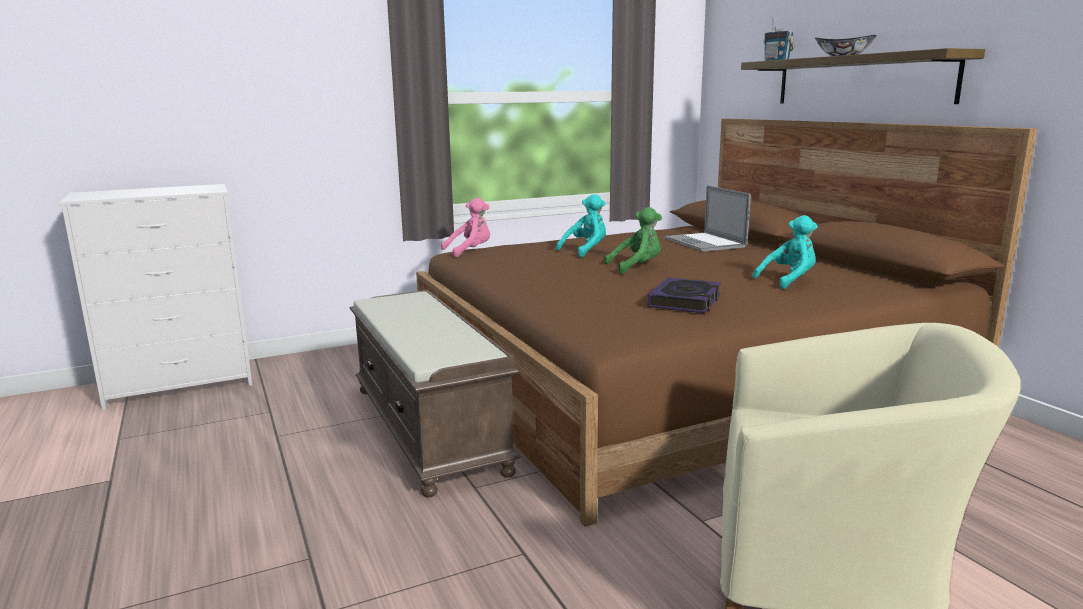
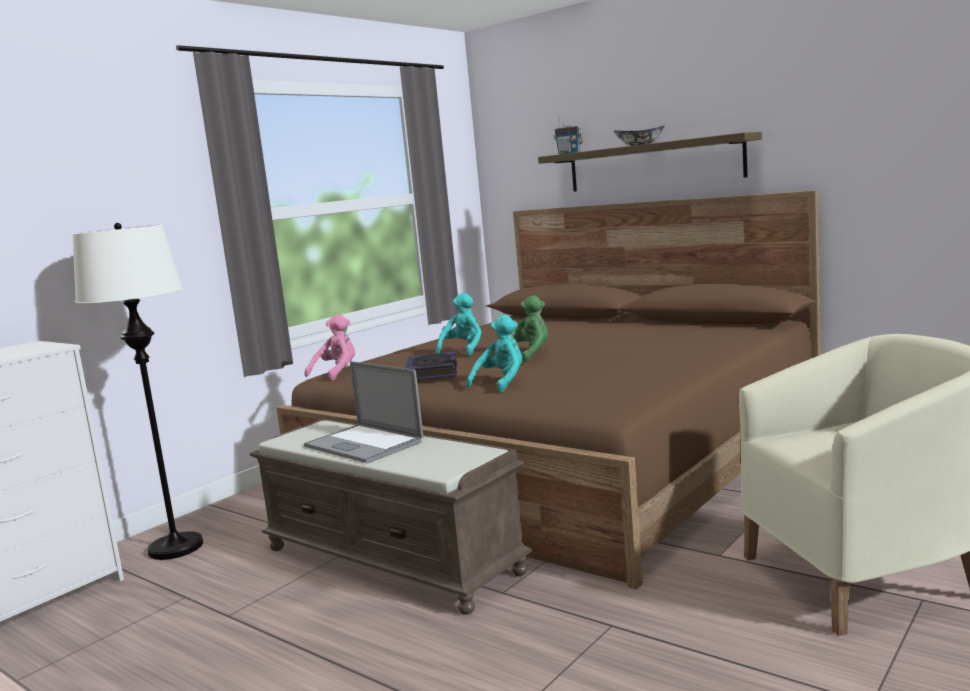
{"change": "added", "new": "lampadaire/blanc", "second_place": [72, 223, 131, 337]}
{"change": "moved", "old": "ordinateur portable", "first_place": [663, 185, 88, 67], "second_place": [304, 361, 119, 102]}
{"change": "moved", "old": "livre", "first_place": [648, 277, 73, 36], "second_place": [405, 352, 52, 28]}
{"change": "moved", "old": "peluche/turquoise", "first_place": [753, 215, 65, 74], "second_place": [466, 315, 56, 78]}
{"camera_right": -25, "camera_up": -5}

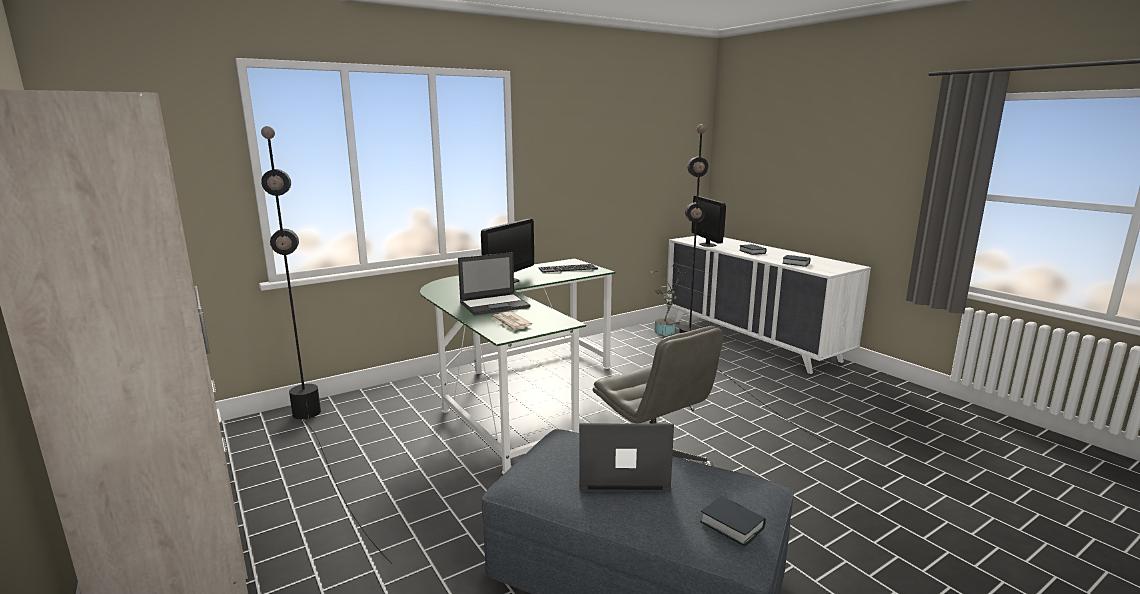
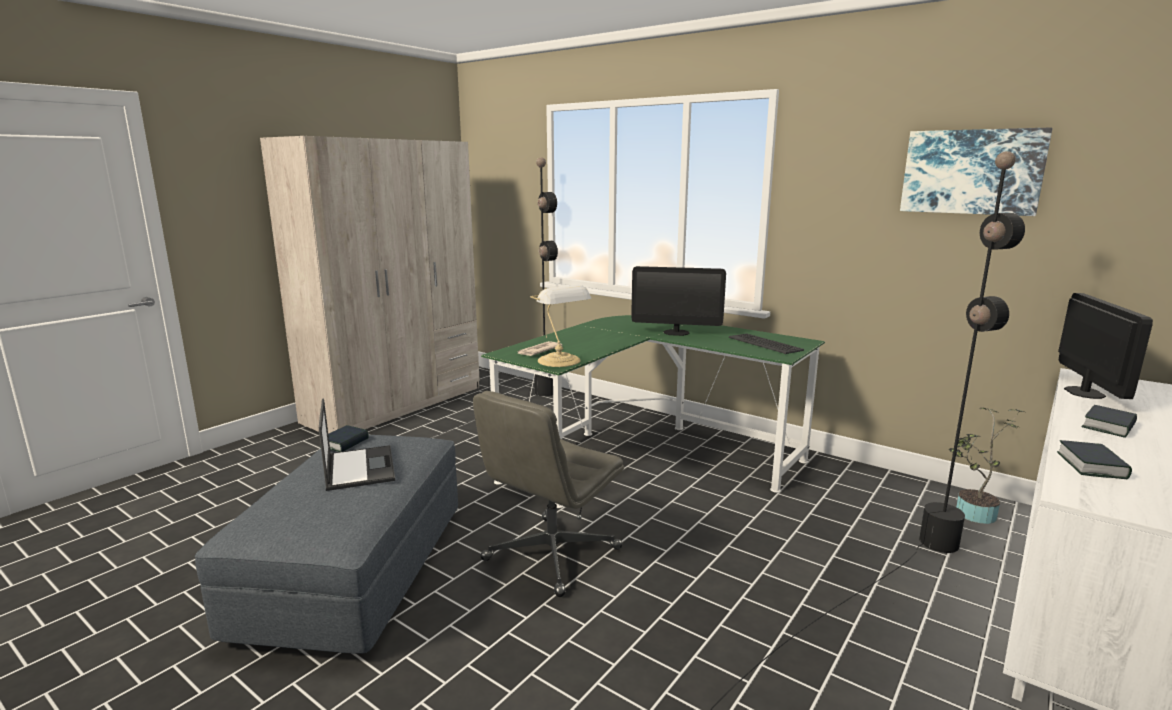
{"change": "moved", "old": "livre", "first_place": [700, 496, 66, 51], "second_place": [320, 425, 49, 27]}
{"change": "added", "new": "lampe de table", "second_place": [530, 285, 61, 82]}
{"change": "added", "new": "tableau", "second_place": [900, 127, 152, 89]}
{"change": "turned", "old": "écran d'ordinateur", "first_place": [692, 196, 34, 51], "second_place": [1058, 293, 95, 106], "degrees": 135}
{"change": "removed", "old": "ordinateur portable", "first_place": [458, 252, 73, 64]}
{"camera_right": 70, "camera_up": 0}

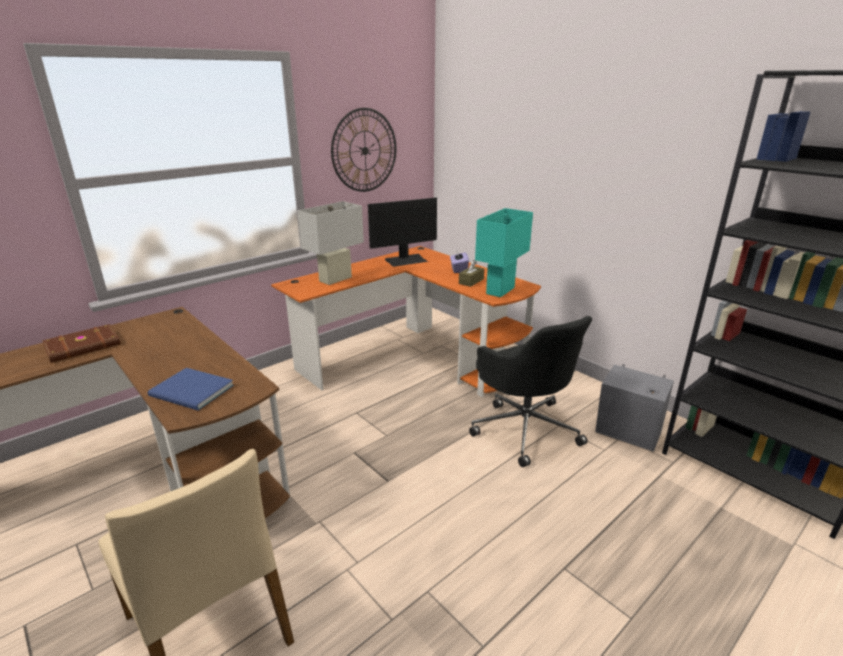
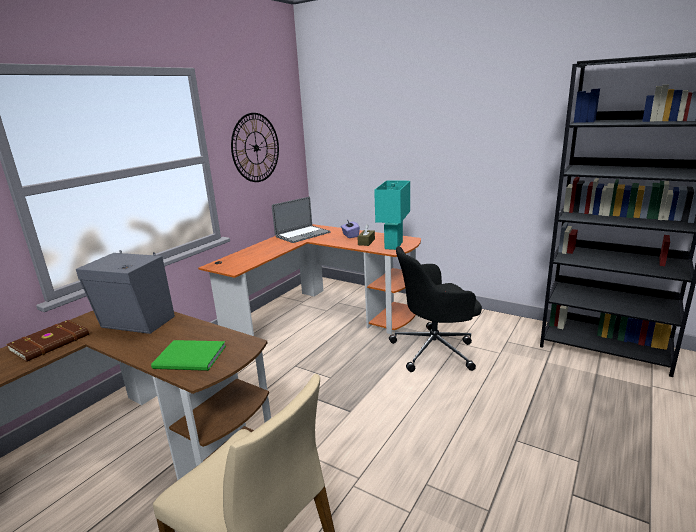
{"change": "moved", "old": "enceinte/gris", "first_place": [595, 364, 79, 88], "second_place": [76, 250, 99, 84]}
{"change": "recoloured", "old": "livre/bleu", "new": "livre/vert", "first_place": [148, 368, 86, 42], "second_place": [151, 340, 75, 31]}
{"change": "replaced", "old": "écran d'ordinateur", "new": "ordinateur portable", "first_place": [368, 198, 69, 69], "second_place": [272, 197, 59, 46]}
{"change": "turned", "old": "chaise de bureau/noir", "first_place": [469, 316, 123, 151], "second_place": [389, 246, 93, 126], "degrees": 120}
{"change": "removed", "old": "lampe de table/blanc", "first_place": [297, 201, 67, 84]}
{"camera_right": -15, "camera_up": -5}

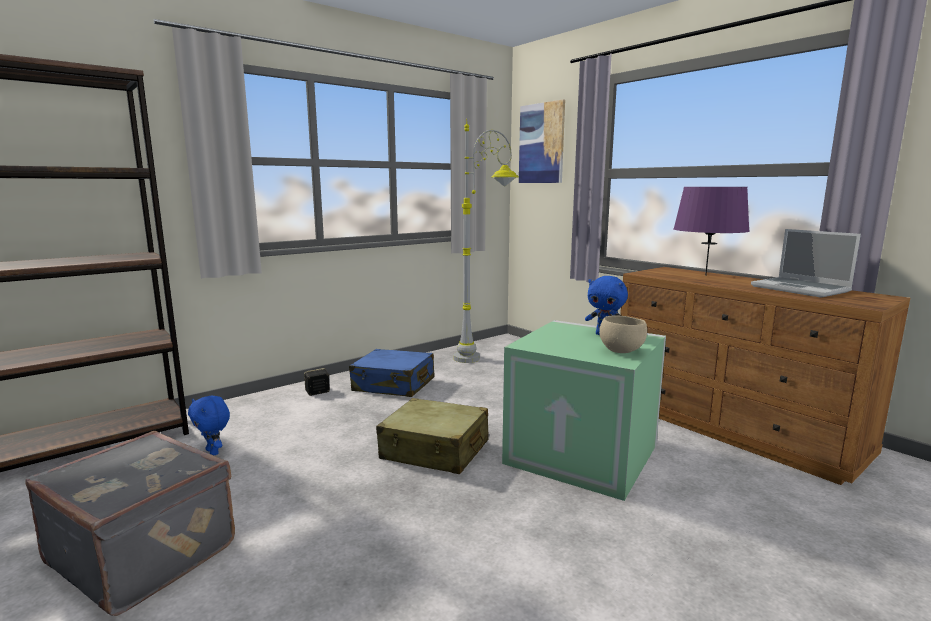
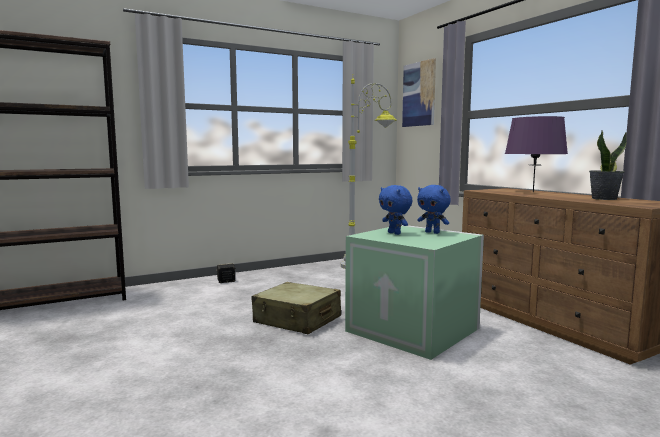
{"change": "moved", "old": "peluche/bleu", "first_place": [188, 396, 42, 59], "second_place": [379, 185, 33, 50]}
{"change": "replaced", "old": "ordinateur portable", "new": "plante en pot", "first_place": [751, 229, 110, 69], "second_place": [589, 131, 38, 69]}
{"change": "removed", "old": "valise/gris", "first_place": [25, 431, 210, 185]}
{"change": "removed", "old": "valise/bleu", "first_place": [349, 349, 85, 48]}
{"change": "removed", "old": "bol/beige", "first_place": [599, 315, 48, 38]}
{"camera_right": 10, "camera_up": -5}

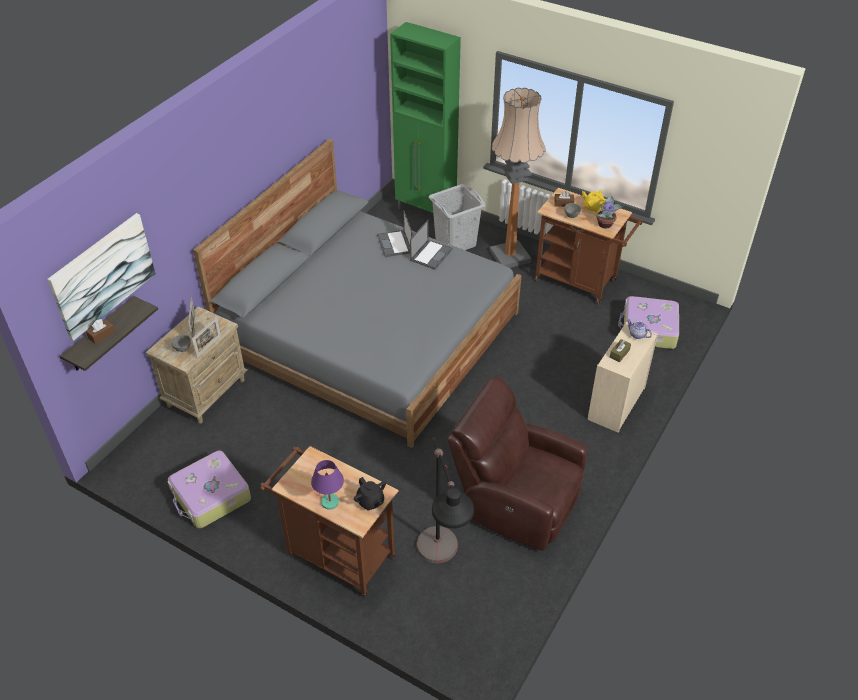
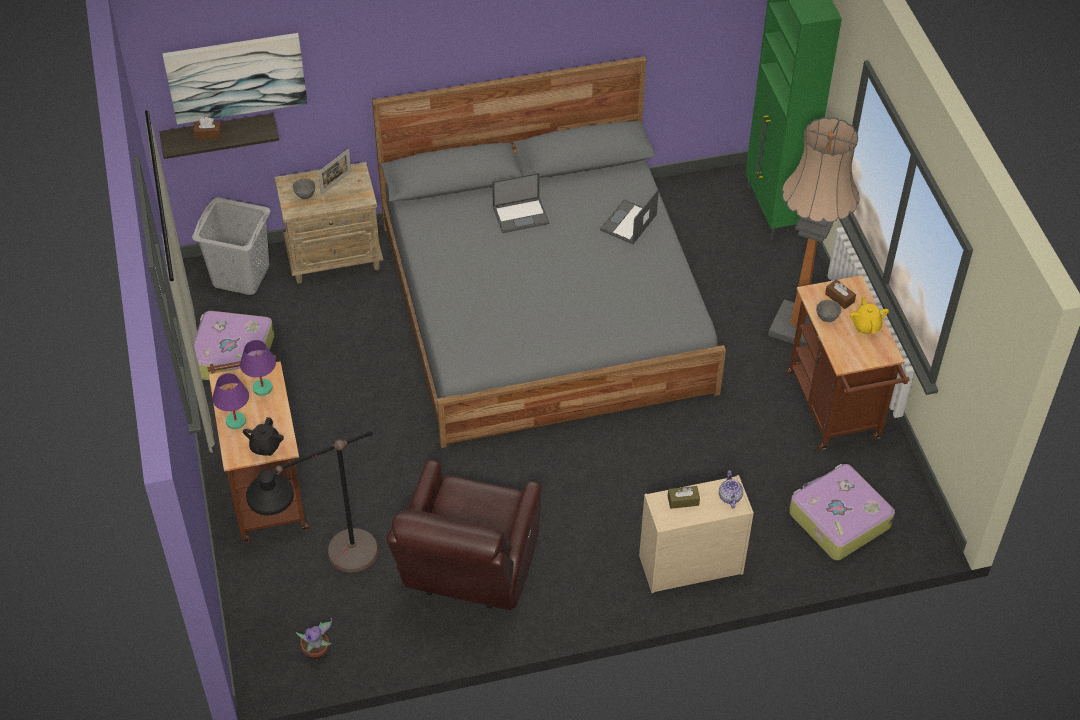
{"change": "moved", "old": "panier à linge/gris", "first_place": [429, 184, 57, 66], "second_place": [192, 197, 78, 98]}
{"change": "added", "new": "lampe de table/violet", "second_place": [240, 340, 36, 56]}
{"change": "moved", "old": "plante en pot", "first_place": [596, 193, 28, 36], "second_place": [296, 618, 36, 41]}
{"change": "turned", "old": "fauteuil/marron", "first_place": [447, 376, 141, 175], "second_place": [386, 460, 155, 150], "degrees": -150}
{"change": "moved", "old": "ordinateur portable", "first_place": [410, 220, 43, 50], "second_place": [492, 173, 57, 60]}
{"change": "removed", "old": "cadre photo", "first_place": [192, 316, 29, 42]}
{"camera_right": 45, "camera_up": 5}

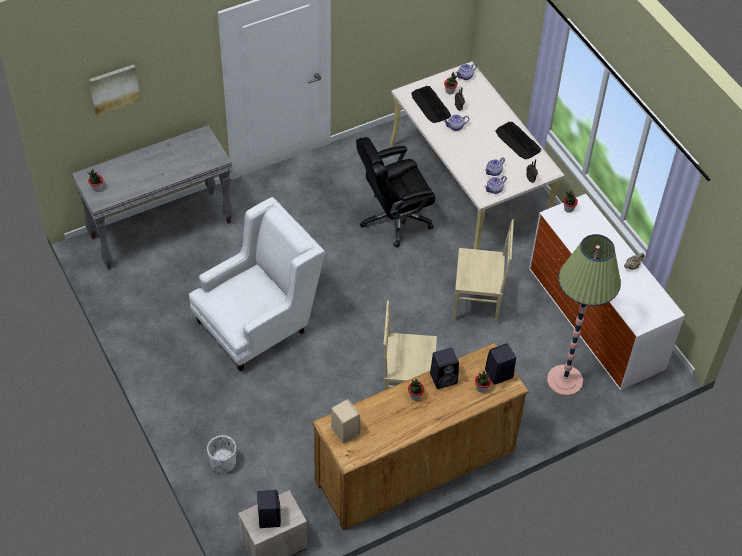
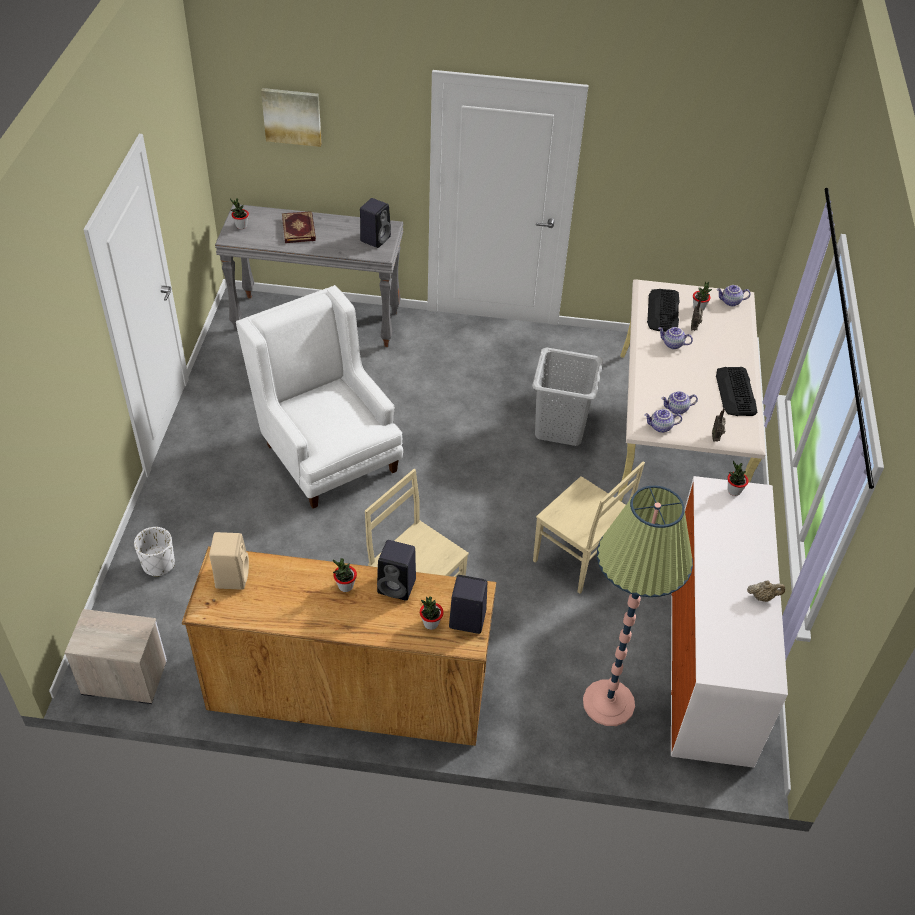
{"change": "turned", "old": "fauteuil/blanc", "first_place": [189, 197, 136, 174], "second_place": [236, 285, 167, 224], "degrees": -120}
{"change": "added", "new": "livre", "second_place": [282, 211, 34, 32]}
{"change": "moved", "old": "enceinte/noir", "first_place": [257, 490, 24, 38], "second_place": [360, 198, 31, 50]}
{"change": "replaced", "old": "chaise de bureau/noir", "new": "panier à linge/gris", "first_place": [356, 137, 79, 111], "second_place": [532, 348, 71, 98]}
{"camera_right": 35, "camera_up": -5}

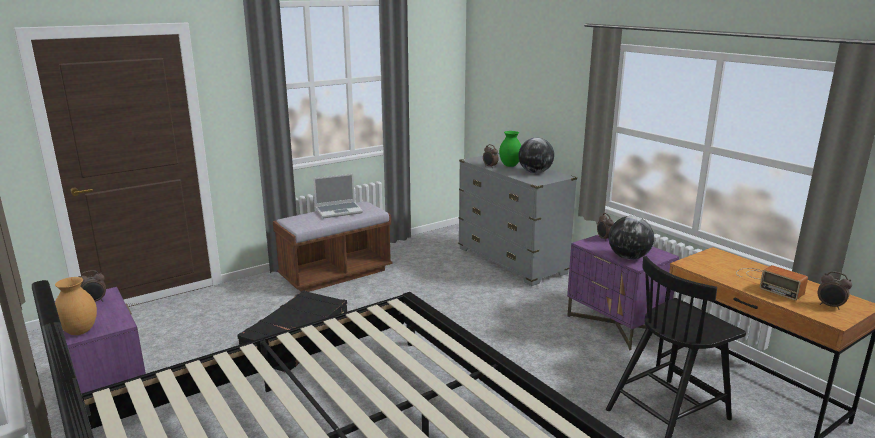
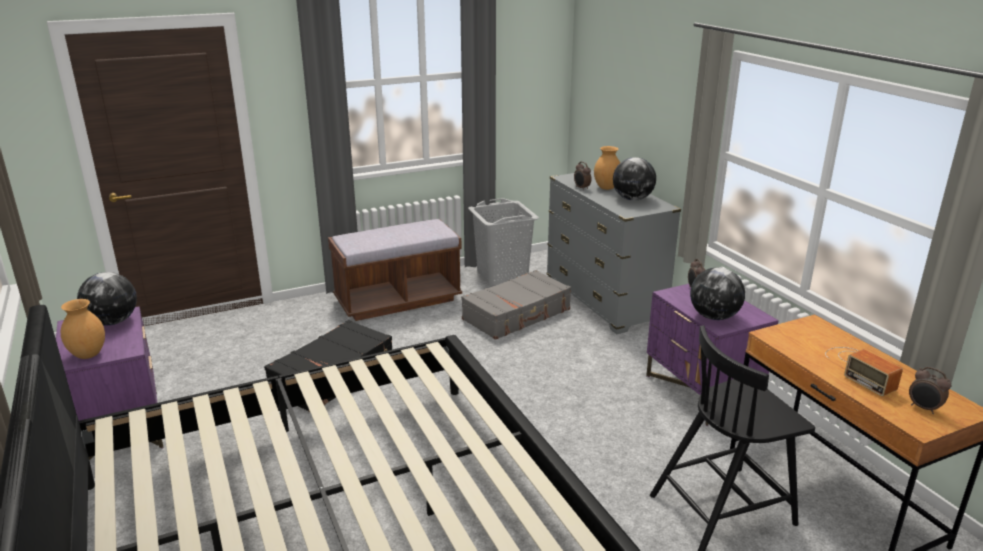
{"change": "replaced", "old": "réveil", "new": "globe", "first_place": [78, 270, 28, 32], "second_place": [77, 272, 60, 54]}
{"change": "added", "new": "valise/gris", "second_place": [461, 270, 110, 70]}
{"change": "added", "new": "panier à linge/gris", "second_place": [468, 198, 71, 88]}
{"change": "recoloured", "old": "vase/vert", "new": "vase/marron", "first_place": [499, 131, 22, 36], "second_place": [594, 146, 26, 44]}
{"change": "removed", "old": "ordinateur portable", "first_place": [313, 174, 50, 44]}
{"camera_right": 10, "camera_up": 5}

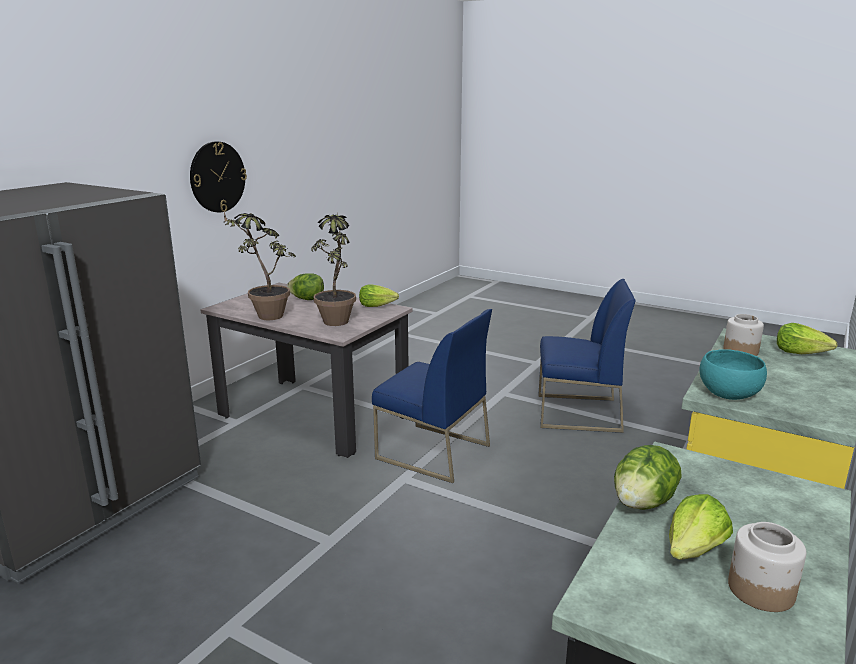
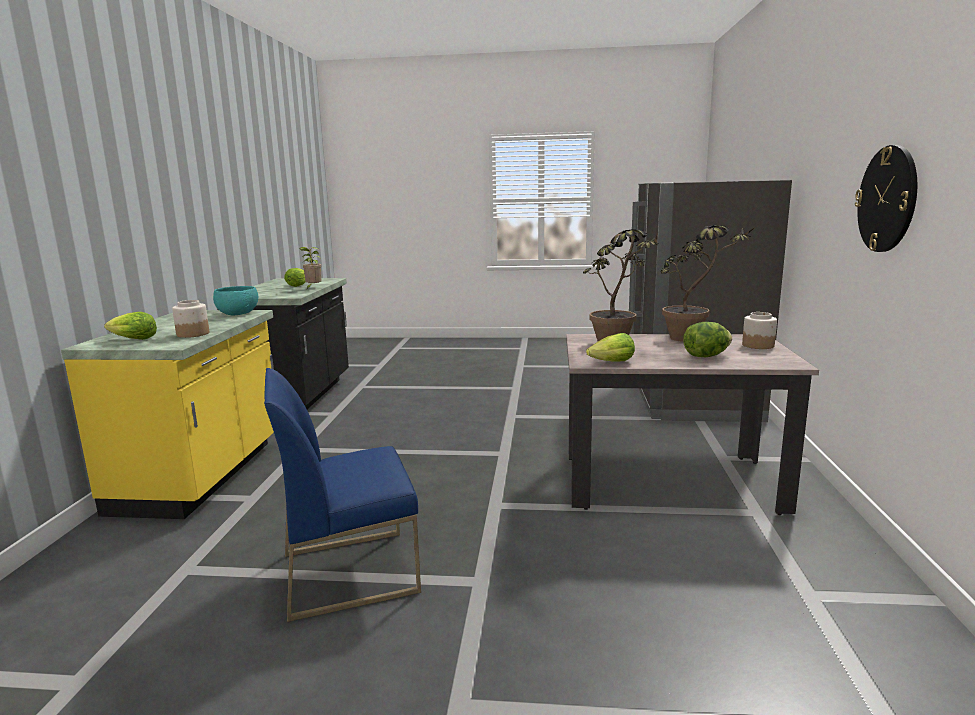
{"change": "replaced", "old": "laitue", "new": "plante en pot", "first_place": [614, 445, 68, 65], "second_place": [300, 247, 22, 43]}
{"change": "moved", "old": "bocal", "first_place": [728, 522, 78, 90], "second_place": [742, 312, 35, 37]}
{"change": "removed", "old": "chaise/bleu", "first_place": [372, 309, 120, 174]}
{"camera_right": 155, "camera_up": -5}

